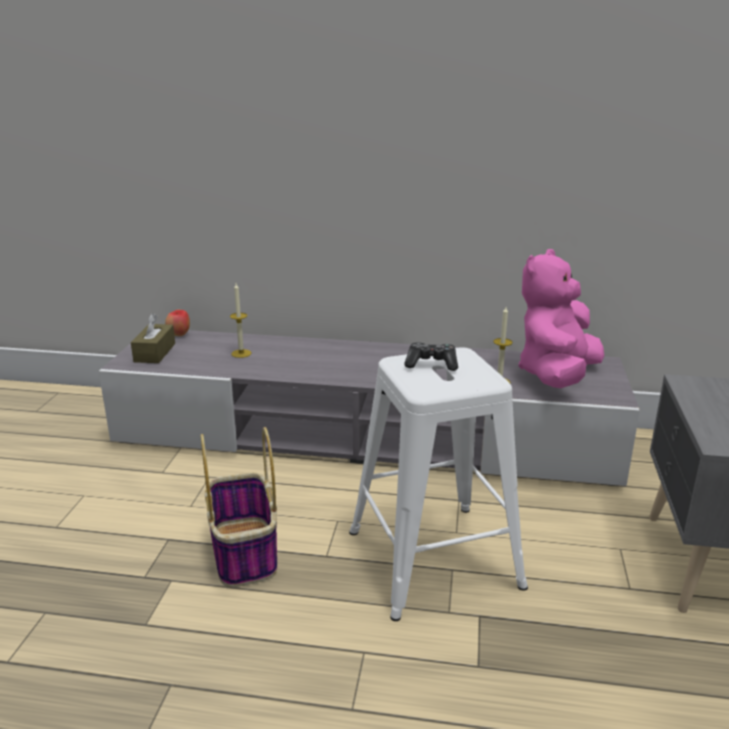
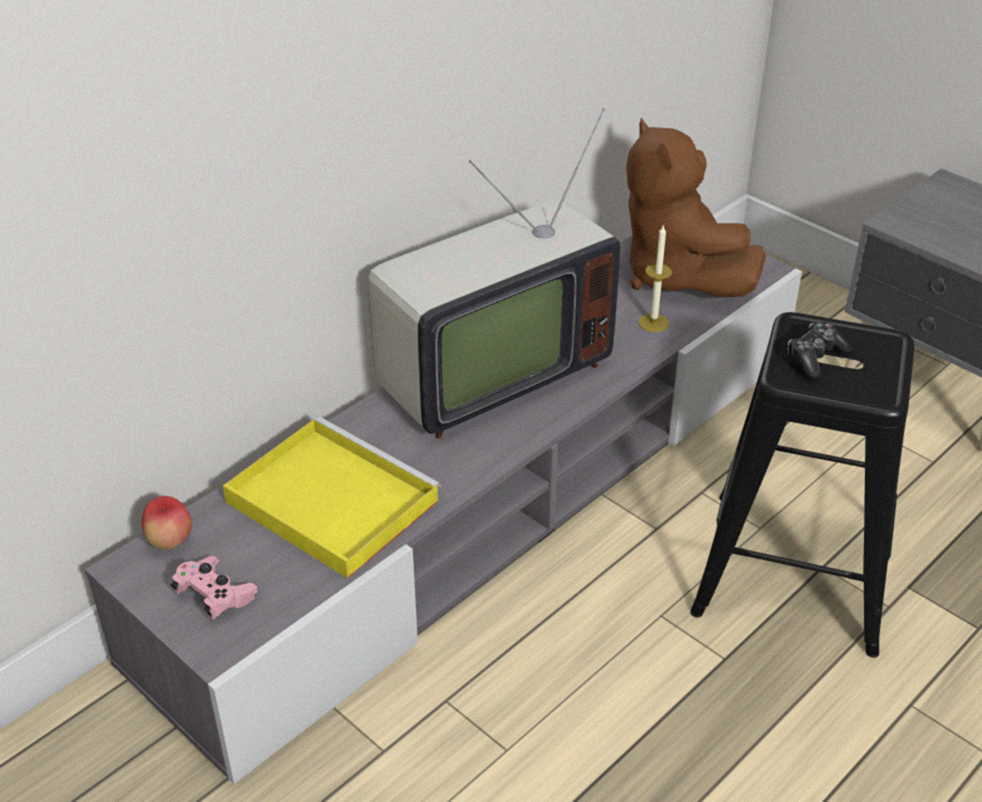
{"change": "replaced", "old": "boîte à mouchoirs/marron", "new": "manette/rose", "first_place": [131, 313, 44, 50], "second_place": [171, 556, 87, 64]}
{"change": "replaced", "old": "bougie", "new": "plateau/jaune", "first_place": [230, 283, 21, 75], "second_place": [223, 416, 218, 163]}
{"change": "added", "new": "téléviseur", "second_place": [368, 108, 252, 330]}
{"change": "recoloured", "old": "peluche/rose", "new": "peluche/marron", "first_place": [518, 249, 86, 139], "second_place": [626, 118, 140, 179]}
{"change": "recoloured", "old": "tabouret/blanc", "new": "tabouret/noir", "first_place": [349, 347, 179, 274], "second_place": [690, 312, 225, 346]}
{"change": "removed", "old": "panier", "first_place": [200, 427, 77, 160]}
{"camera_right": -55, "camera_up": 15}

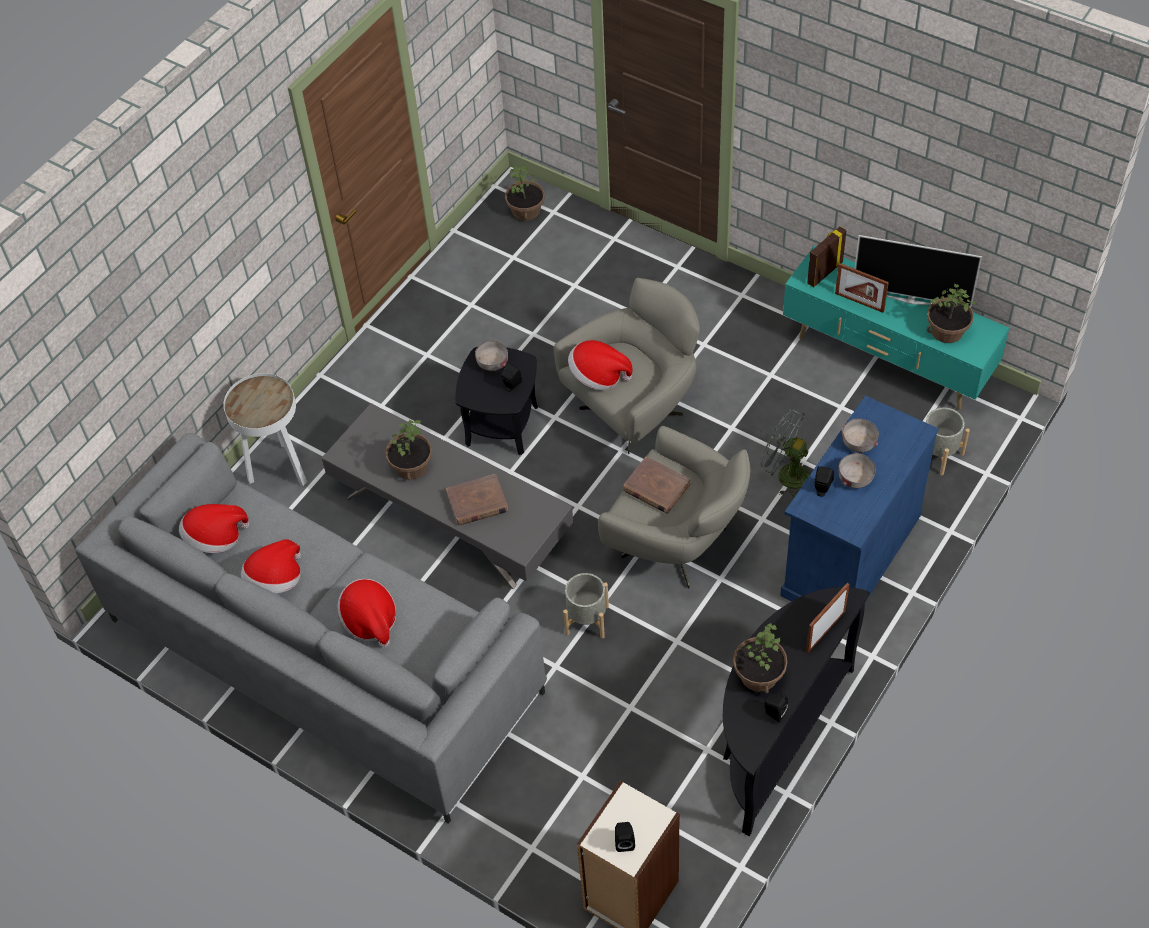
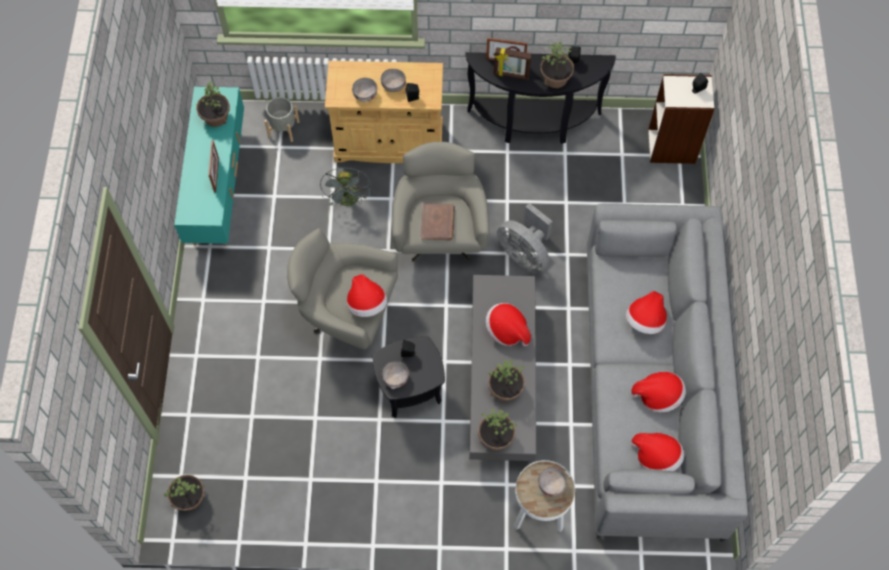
{"change": "recoloured", "old": "meuble de rangement/bleu", "new": "meuble de rangement/beige", "first_place": [780, 395, 159, 207], "second_place": [325, 61, 118, 102]}
{"change": "added", "new": "plante en pot", "second_place": [478, 409, 39, 41]}
{"change": "replaced", "old": "livre/marron", "new": "chapeau", "first_place": [446, 474, 62, 51], "second_place": [486, 303, 45, 43]}
{"change": "moved", "old": "cadre photo", "first_place": [807, 227, 40, 60], "second_place": [494, 47, 37, 33]}
{"change": "replaced", "old": "cache-pot/gris", "new": "ventilateur/gris", "first_place": [563, 573, 46, 65], "second_place": [497, 203, 56, 71]}
{"change": "added", "new": "bol/gris", "second_place": [538, 467, 29, 30]}
{"change": "removed", "old": "téléviseur", "first_place": [855, 235, 127, 72]}
{"camera_right": -125, "camera_up": 10}

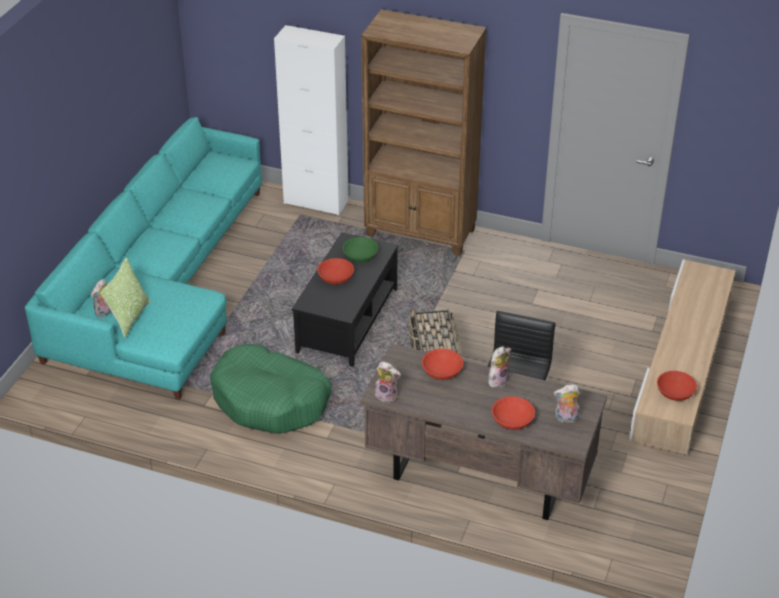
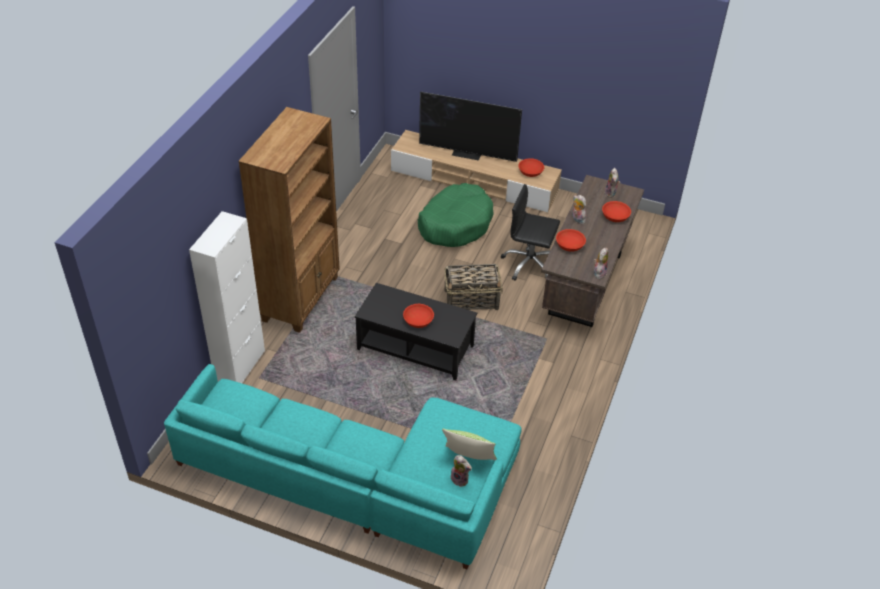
{"change": "moved", "old": "panier pour chien/vert", "first_place": [210, 344, 121, 90], "second_place": [418, 183, 76, 64]}
{"change": "added", "new": "téléviseur", "second_place": [419, 91, 103, 71]}
{"change": "removed", "old": "bol/vert", "first_place": [342, 237, 36, 25]}
{"camera_right": -90, "camera_up": 5}

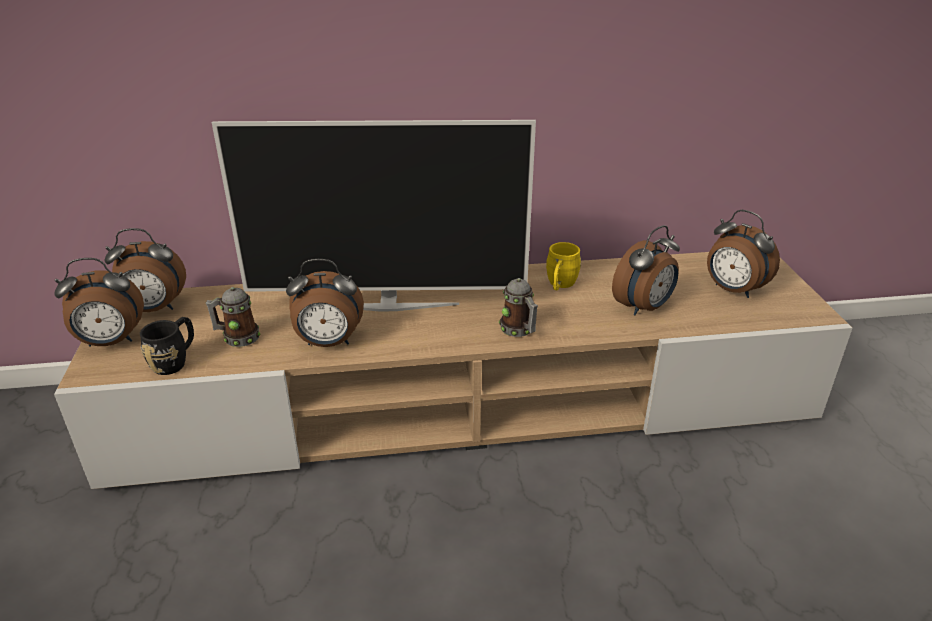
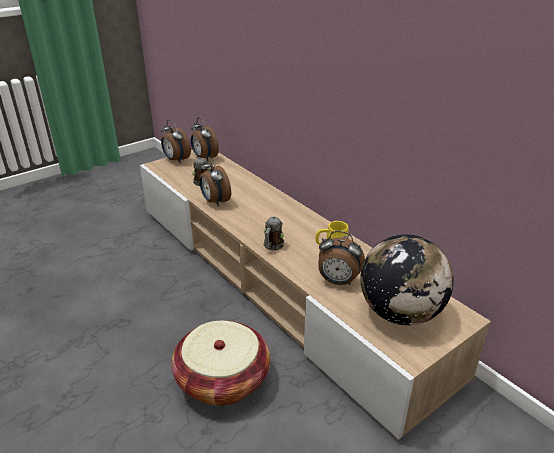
{"change": "added", "new": "panier", "second_place": [171, 321, 99, 85]}
{"change": "replaced", "old": "réveil", "new": "globe", "first_place": [707, 210, 73, 88], "second_place": [360, 234, 94, 91]}
{"change": "removed", "old": "mug/noir", "first_place": [140, 317, 54, 58]}
{"change": "removed", "old": "téléviseur", "first_place": [212, 120, 324, 191]}
{"camera_right": 60, "camera_up": 0}

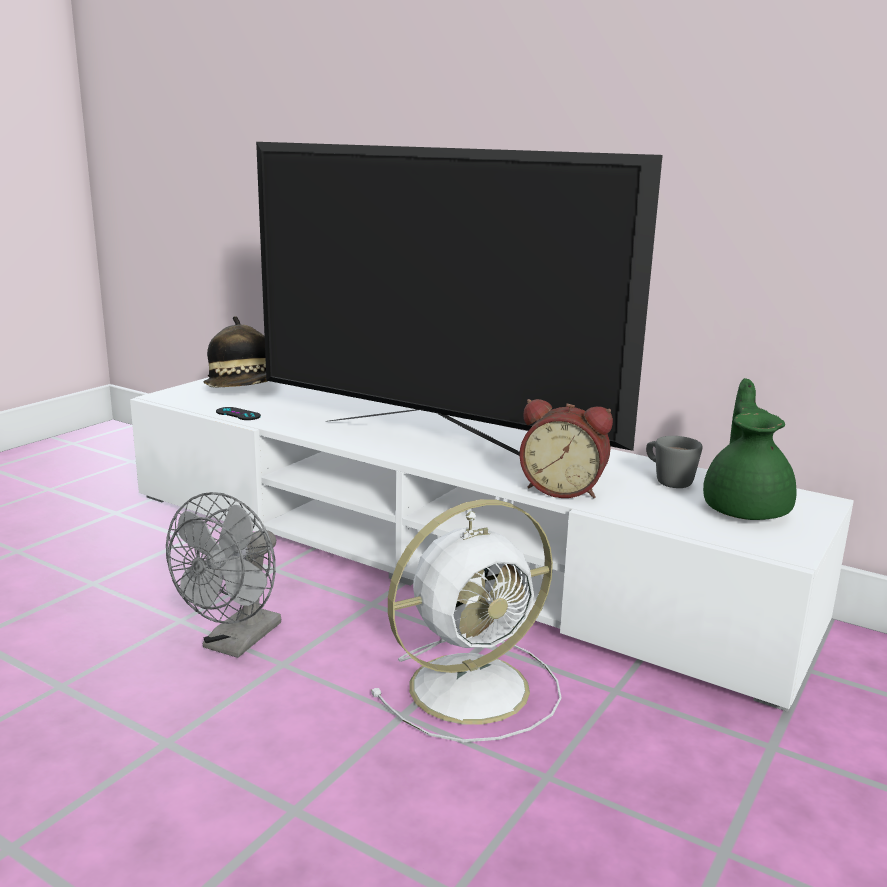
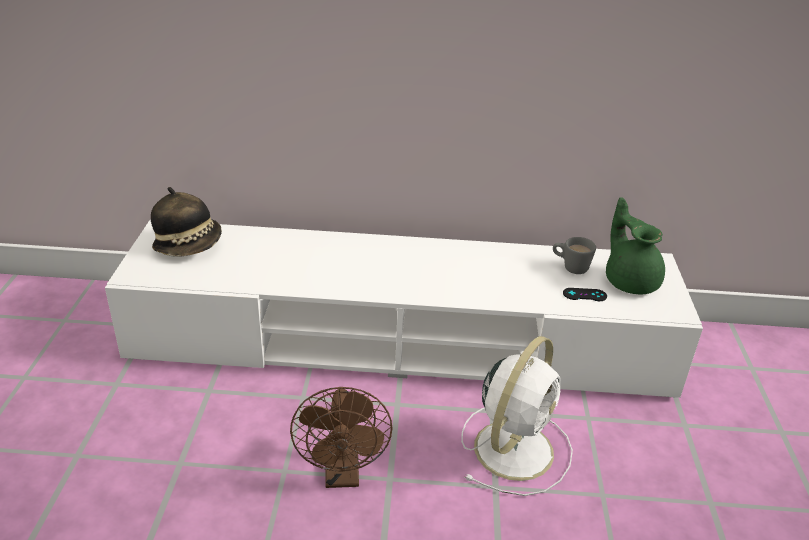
{"change": "recoloured", "old": "ventilateur/gris", "new": "ventilateur/marron", "first_place": [166, 492, 115, 166], "second_place": [290, 387, 103, 101]}
{"change": "moved", "old": "manette/noir", "first_place": [216, 407, 45, 13], "second_place": [563, 288, 44, 13]}
{"change": "removed", "old": "téléviseur", "first_place": [256, 142, 407, 314]}
{"change": "removed", "old": "réveil", "first_place": [519, 399, 94, 99]}
{"camera_right": -30, "camera_up": 15}

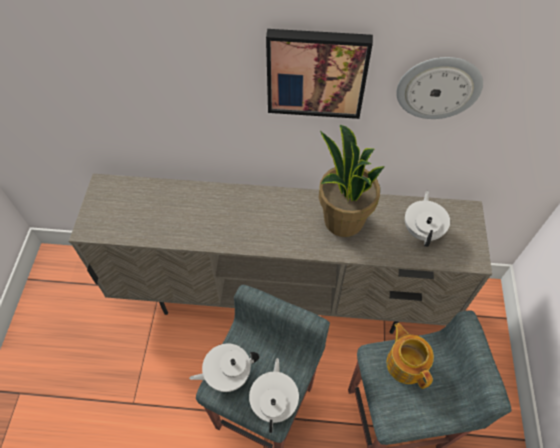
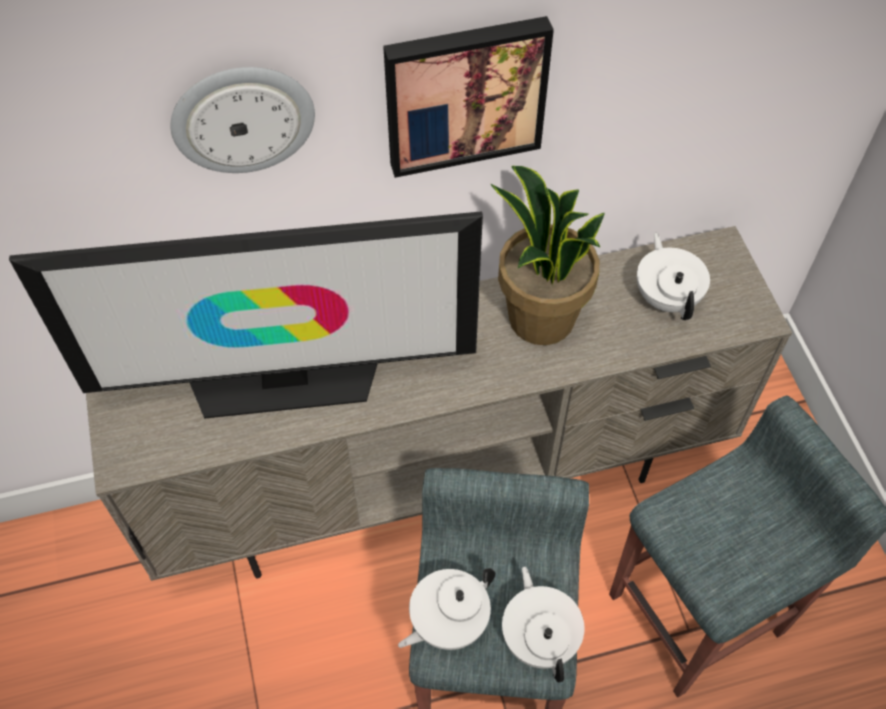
{"change": "added", "new": "téléviseur", "second_place": [9, 211, 474, 208]}
{"change": "moved", "old": "horloge murale", "first_place": [396, 57, 87, 62], "second_place": [170, 67, 145, 106]}
{"change": "removed", "old": "théière", "first_place": [386, 323, 48, 66]}
{"camera_right": -20, "camera_up": 0}

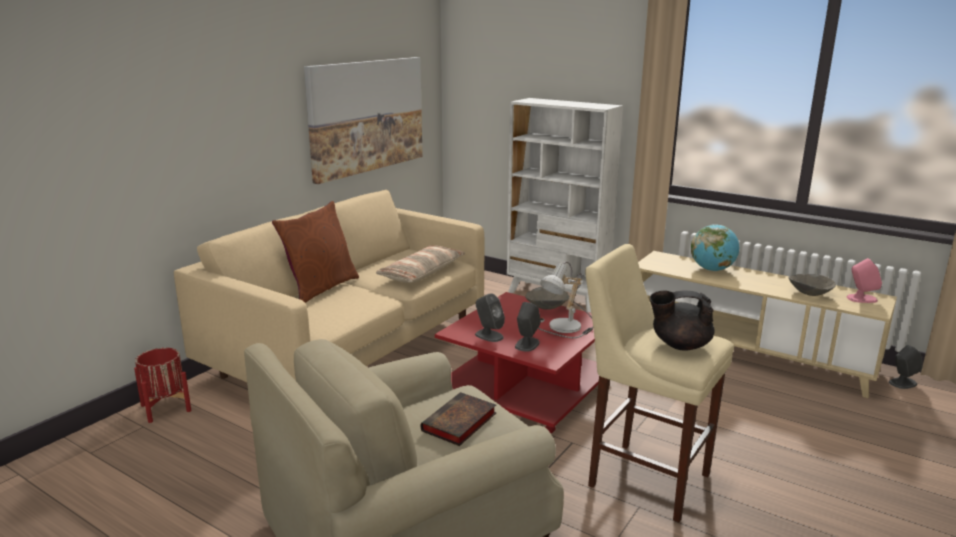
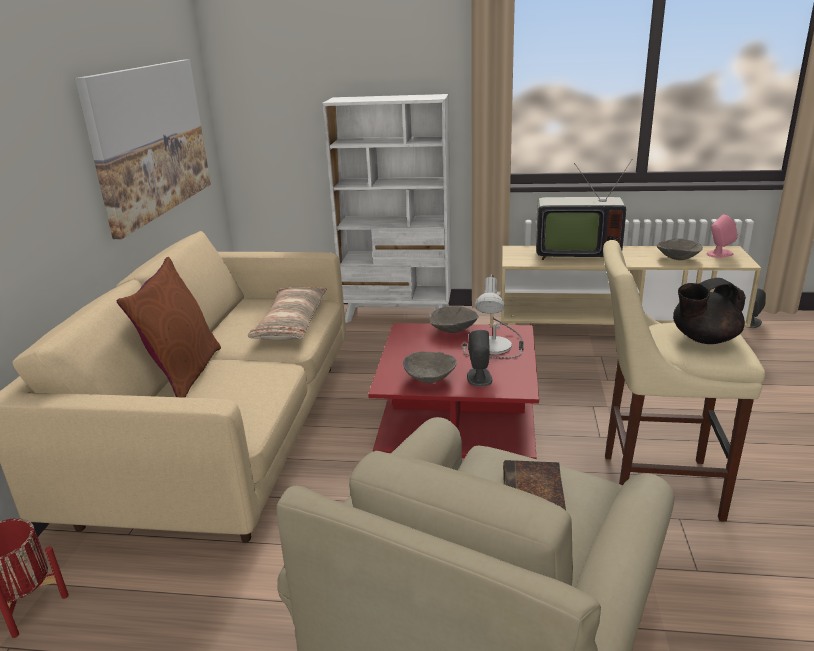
{"change": "replaced", "old": "enceinte/gris", "new": "bol/gris", "first_place": [475, 293, 30, 49], "second_place": [403, 351, 54, 32]}
{"change": "replaced", "old": "globe", "new": "téléviseur", "first_place": [691, 224, 48, 47], "second_place": [536, 159, 97, 101]}
{"camera_right": -25, "camera_up": 5}

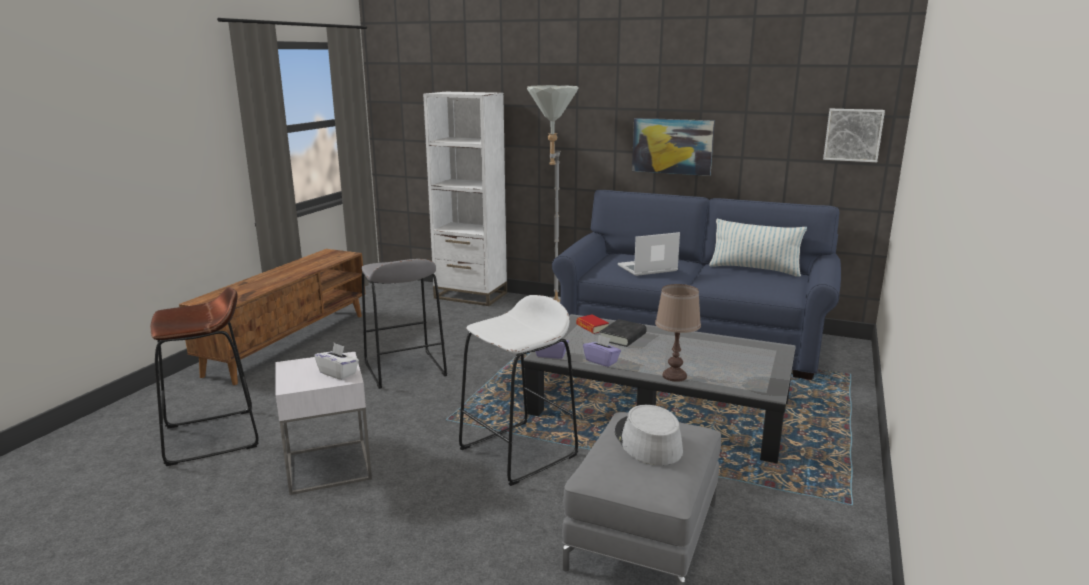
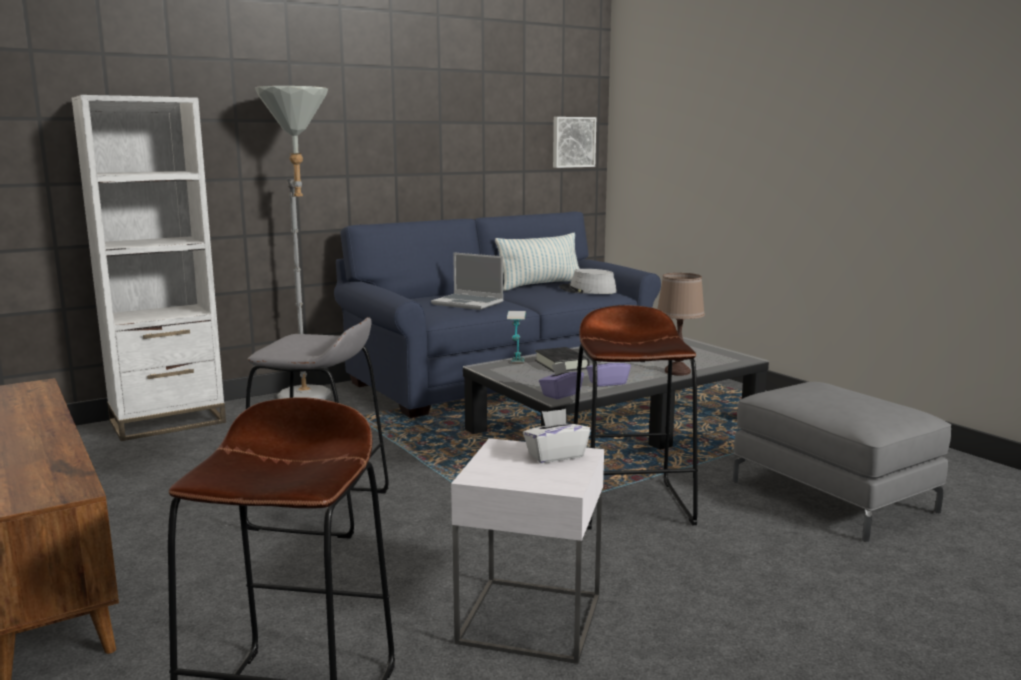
{"change": "turned", "old": "ordinateur portable", "first_place": [618, 232, 62, 44], "second_place": [431, 252, 73, 58], "degrees": -75}
{"change": "replaced", "old": "livre", "new": "lampe de table", "first_place": [576, 314, 33, 20], "second_place": [507, 311, 19, 53]}
{"change": "moved", "old": "chapeau/gris", "first_place": [615, 405, 68, 61], "second_place": [559, 269, 58, 25]}
{"change": "recoloured", "old": "tabouret/blanc", "new": "tabouret/marron", "first_place": [459, 295, 119, 191], "second_place": [574, 305, 124, 225]}
{"change": "removed", "old": "tableau", "first_place": [632, 118, 83, 58]}
{"camera_right": -55, "camera_up": -5}

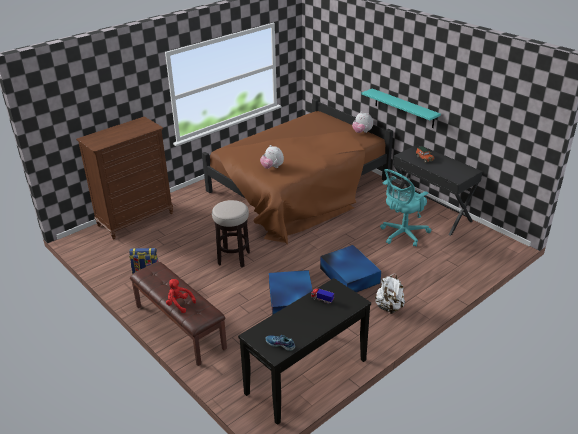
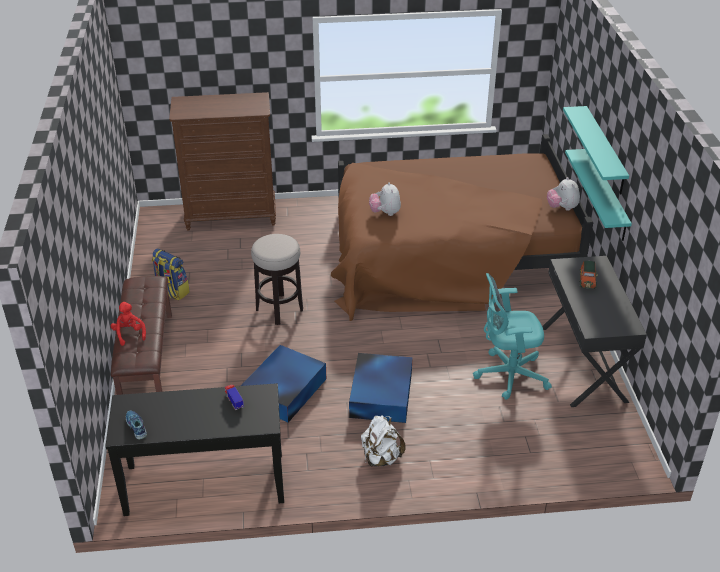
{"change": "added", "new": "étagère/turquoise", "second_place": [563, 106, 66, 89]}
{"camera_right": 35, "camera_up": 5}

